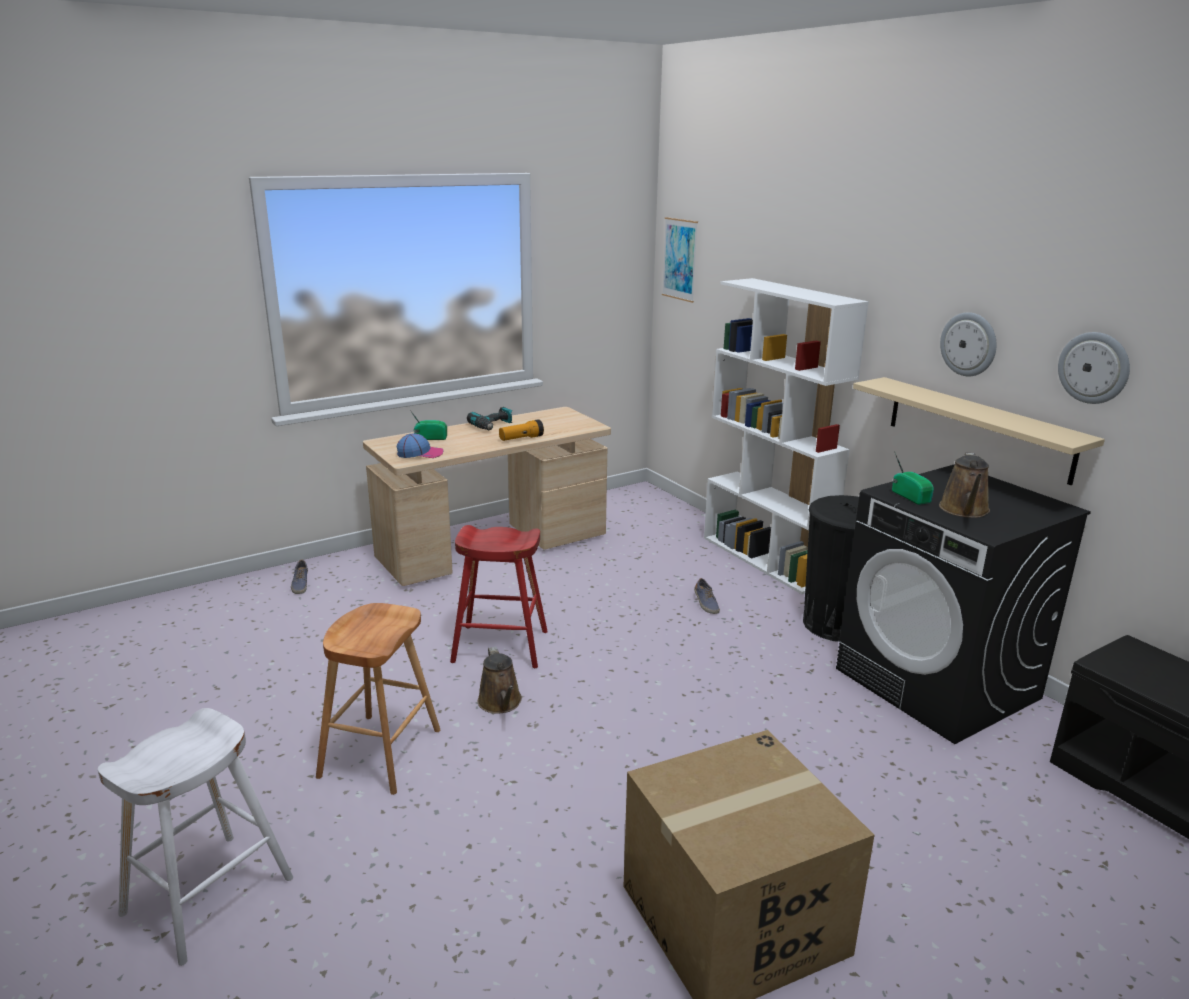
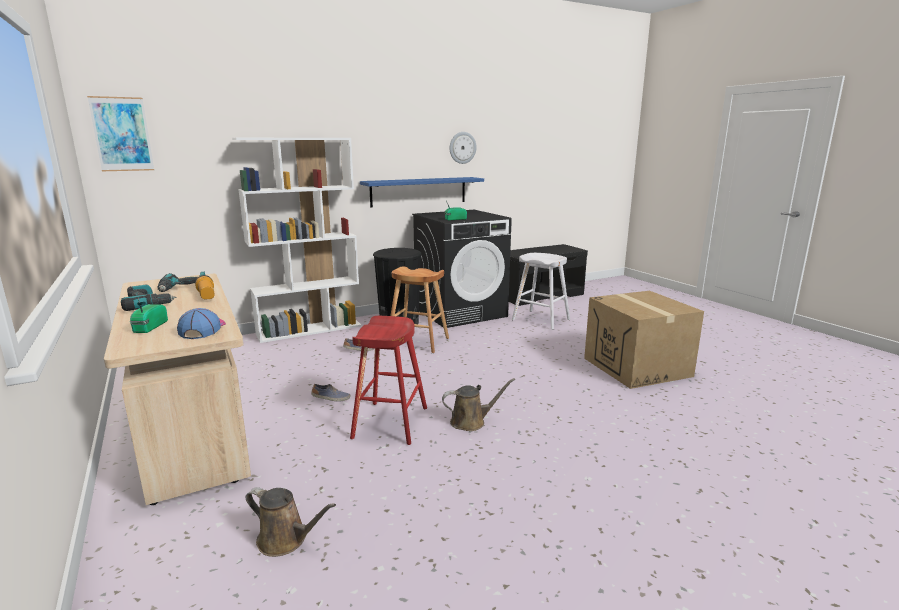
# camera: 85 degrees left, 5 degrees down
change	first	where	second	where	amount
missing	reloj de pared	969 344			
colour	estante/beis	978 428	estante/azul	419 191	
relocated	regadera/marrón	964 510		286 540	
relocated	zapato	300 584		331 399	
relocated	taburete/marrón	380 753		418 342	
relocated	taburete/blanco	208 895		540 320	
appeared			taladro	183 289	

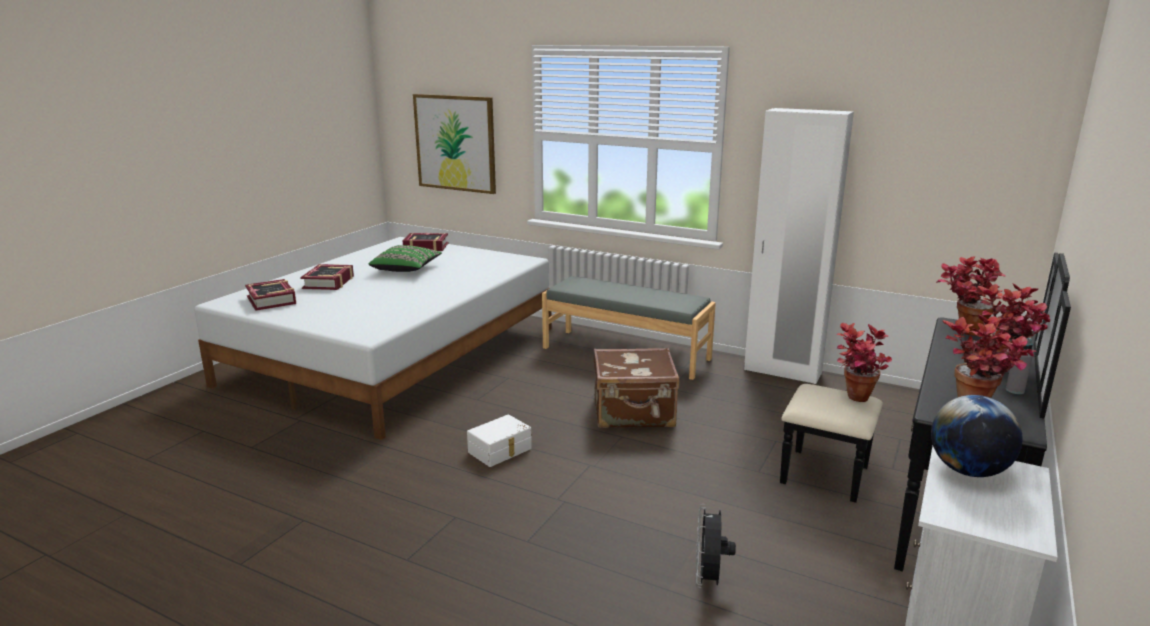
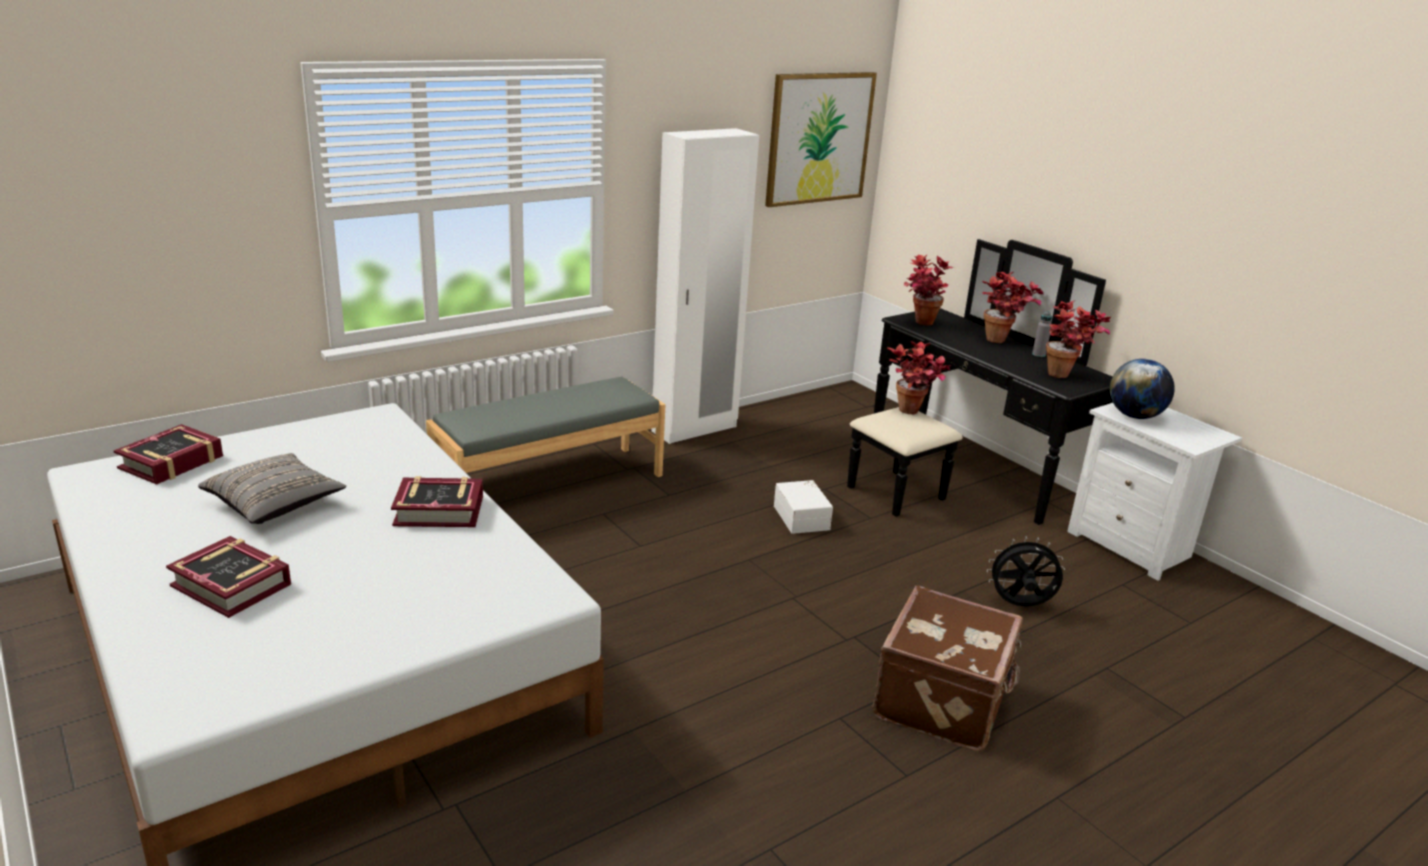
# camera: 65 degrees left, 5 degrees up
change	first	where	second	where	amount
relocated	cuadro	455 143		819 138	
colour	cojín/verde	406 269	cojín/gris	275 505	
relocated	libro	272 300		439 510	
relocated	maleta/marrón	634 413		944 701	
relocated	caja de almacenaje/blanco	501 451		802 517	
spun	ventilador/negro	708 580		1019 606	150 degrees clockwise

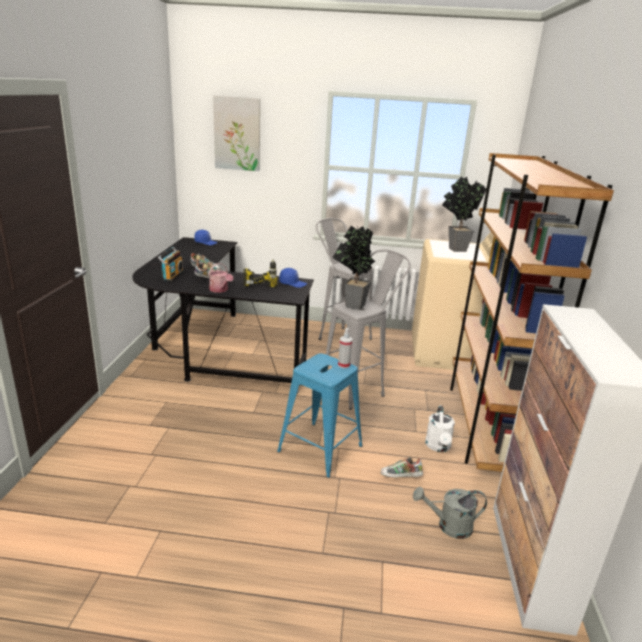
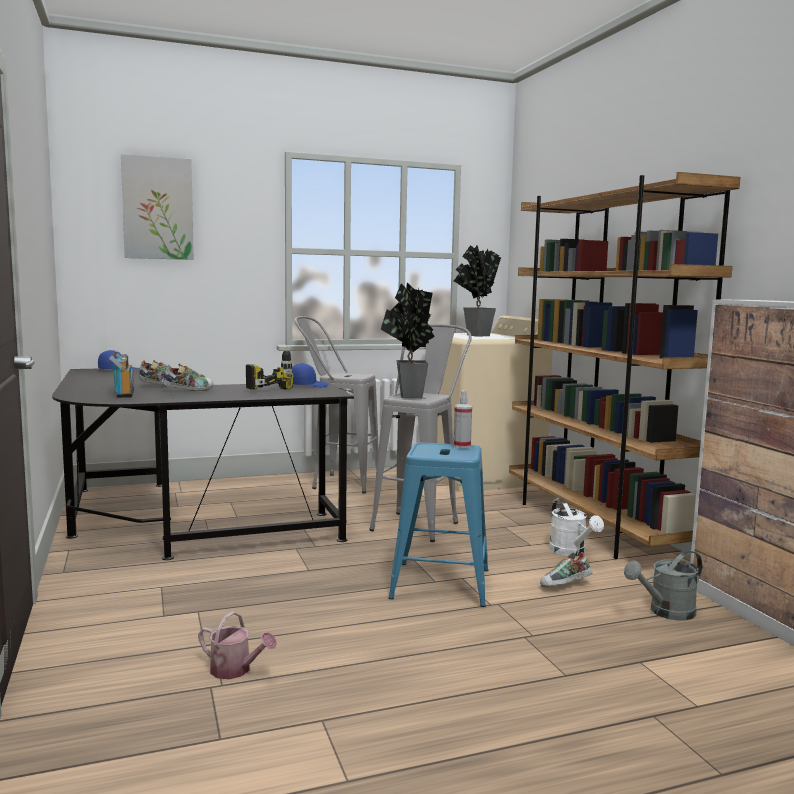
# camera: 25 degrees left, 15 degrees down
change	first	where	second	where	amount
relocated	regadera	220 290		235 670	

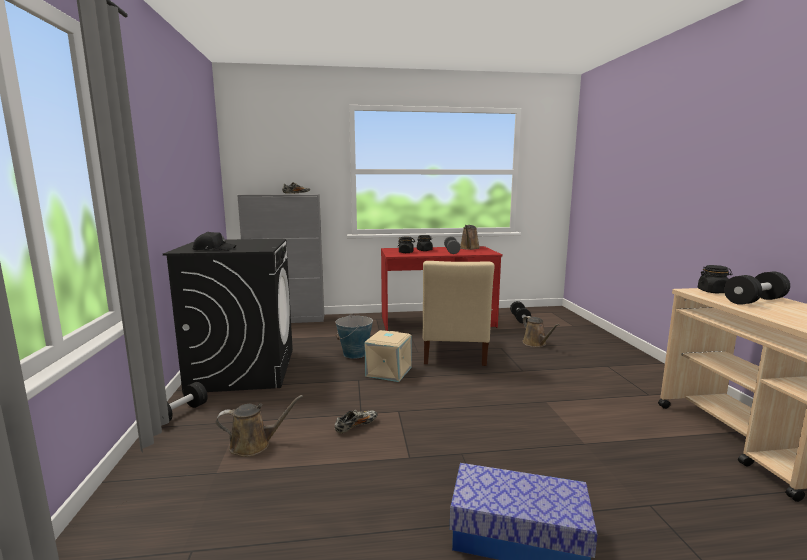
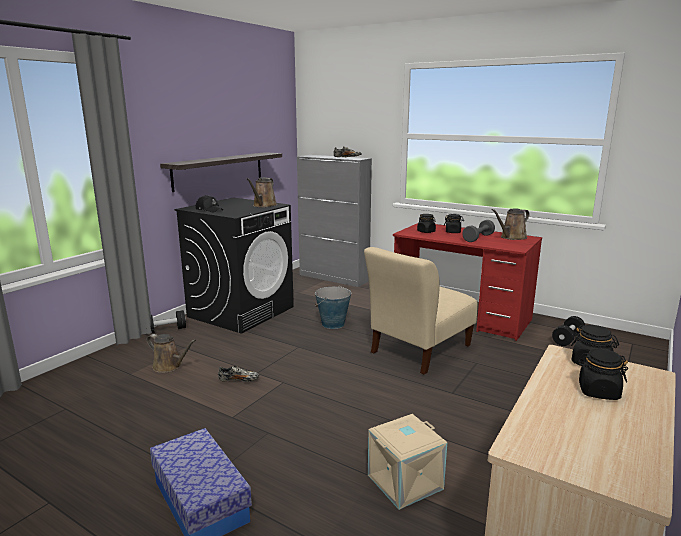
# camera: 40 degrees right, 5 degrees up
change	first	where	second	where	amount
exchanged	mancuerna/negro	754 301	tarro/negro	598 391	
relocated	regadera/marrón	536 344		263 205	
relocated	caja de almacenaje/beis	389 372		405 483	
appeared			estante	219 170	

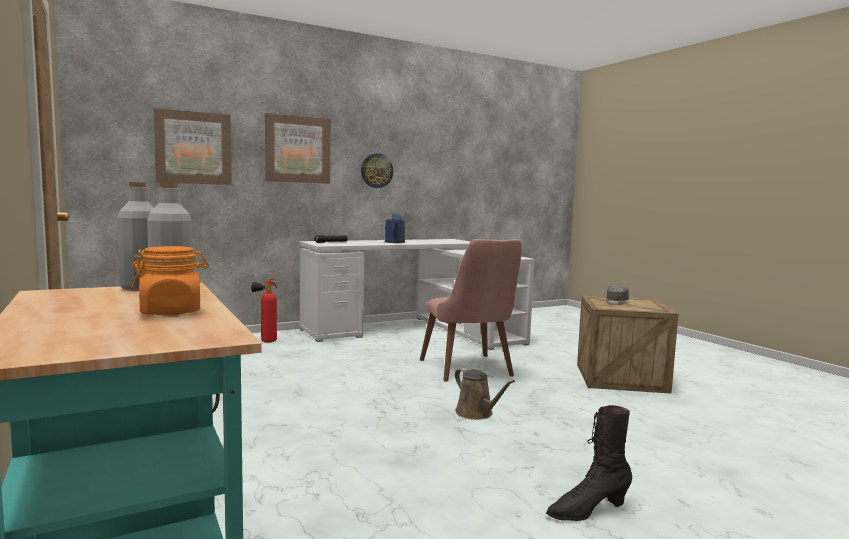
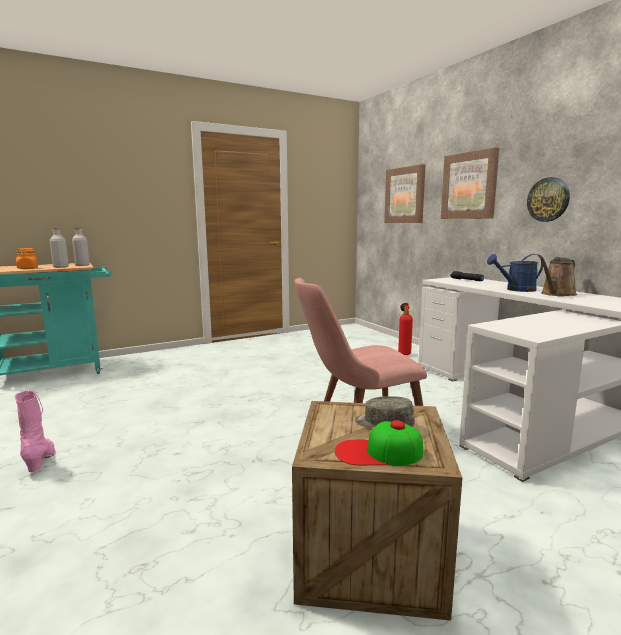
# camera: 90 degrees right, 5 degrees up
change	first	where	second	where	amount
relocated	regadera/marrón	476 413		556 294	
colour	bota/negro	587 511	bota/rosa	41 460	
appeared			gorra	378 452	

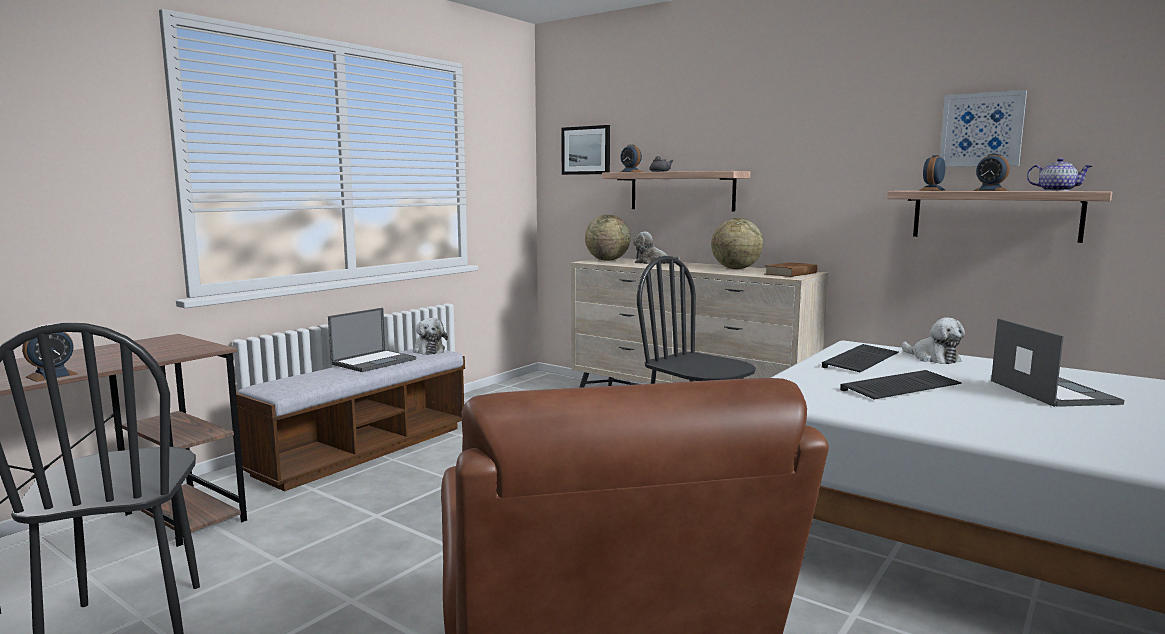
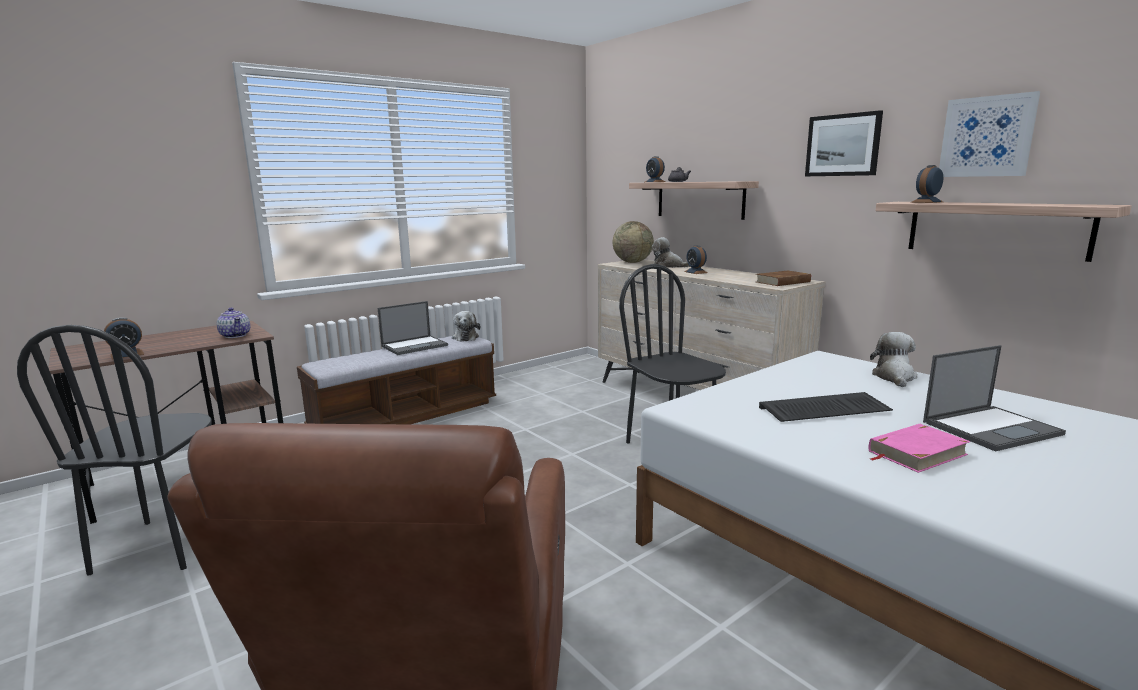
# camera: 15 degrees right, 5 degrees up
change	first	where	second	where	amount
relocated	cuadro	586 150		843 145	
relocated	despertador	990 190		695 272	
relocated	tetera	1056 190		235 335	
missing	globo terráqueo	735 268			
spun	peluche	932 358		894 377	150 degrees counterclockwise
spun	portátil	1051 392		991 428	60 degrees clockwise
missing	teclado	861 361			
appeared			libro/rosa	916 453	

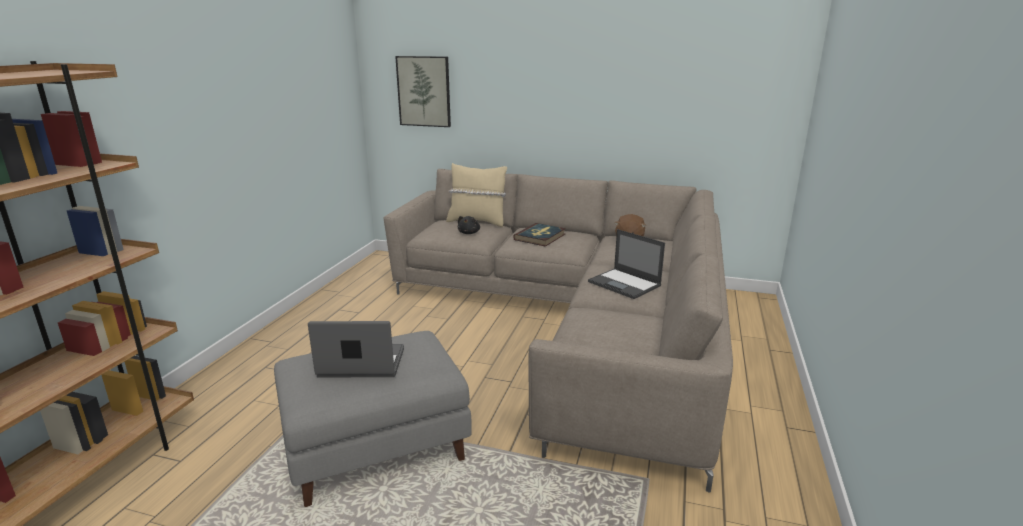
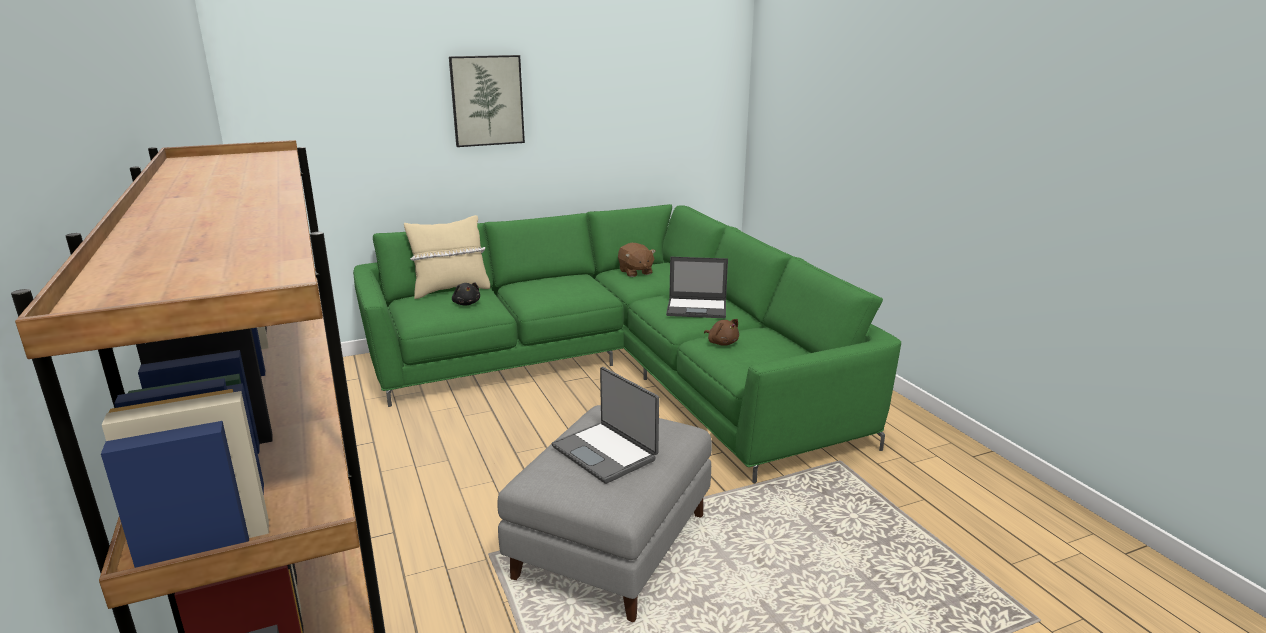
# camera: 40 degrees left, 0 degrees up
change	first	where	second	where	amount
relocated	cuadro	424 91		487 100	
colour	sofá/beis	576 323	sofá/verde	621 369	
missing	libro	540 237			
spun	portátil	361 364		606 452	90 degrees counterclockwise
appeared			peluche/marrón	722 343	

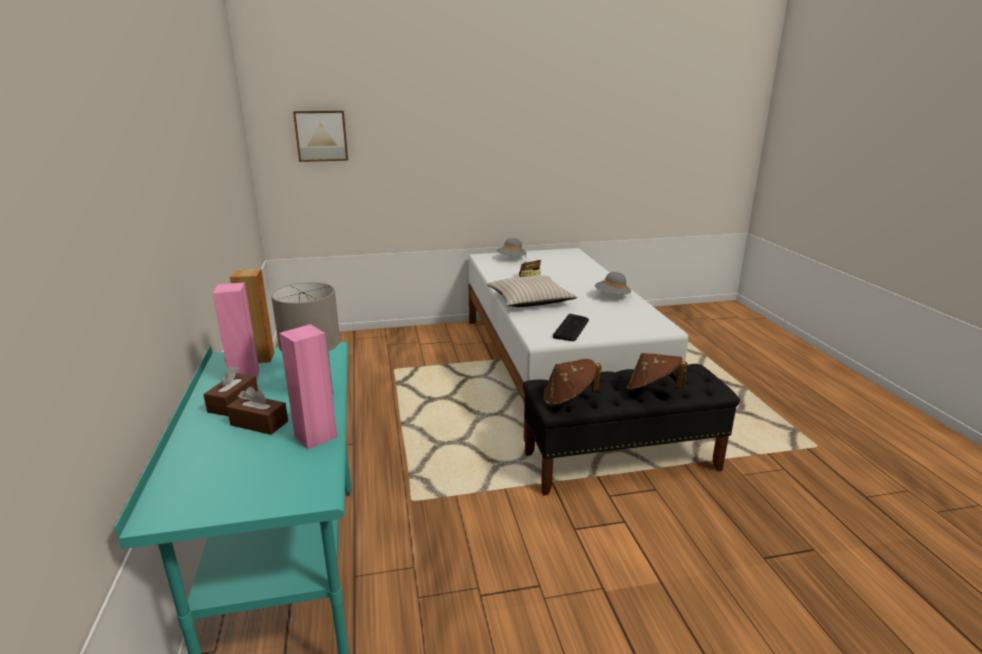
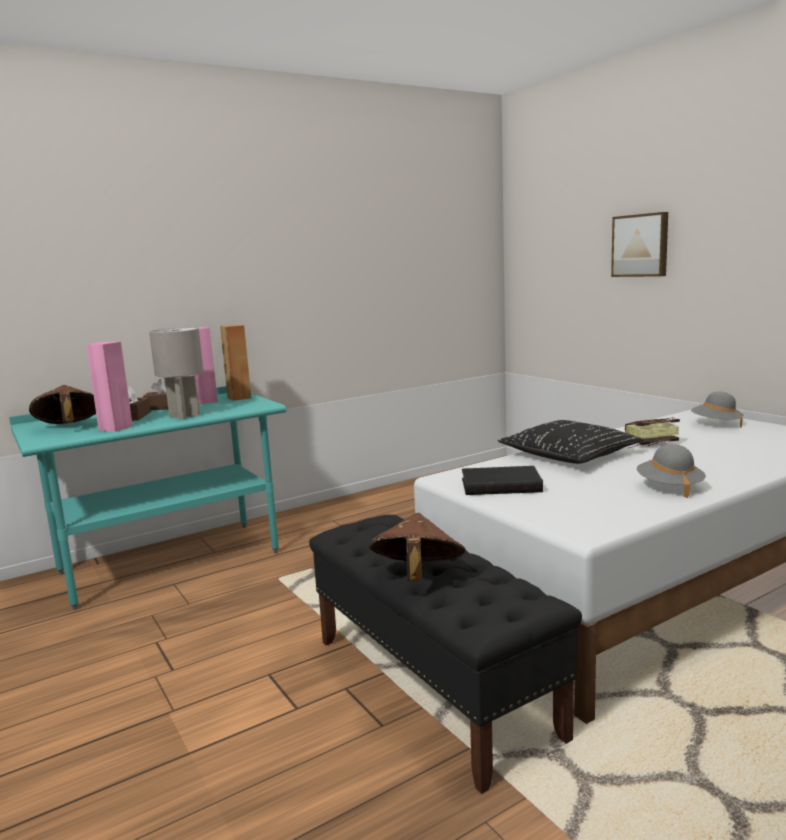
# camera: 70 degrees right, 10 degrees down
change	first	where	second	where	amount
relocated	cuadro	321 135		641 245	
colour	cojín/beis	529 300	cojín/negro	569 455	
exchanged	teclado	571 328	libro/negro	501 485	
relocated	sombrero/marrón	569 399		69 427	

